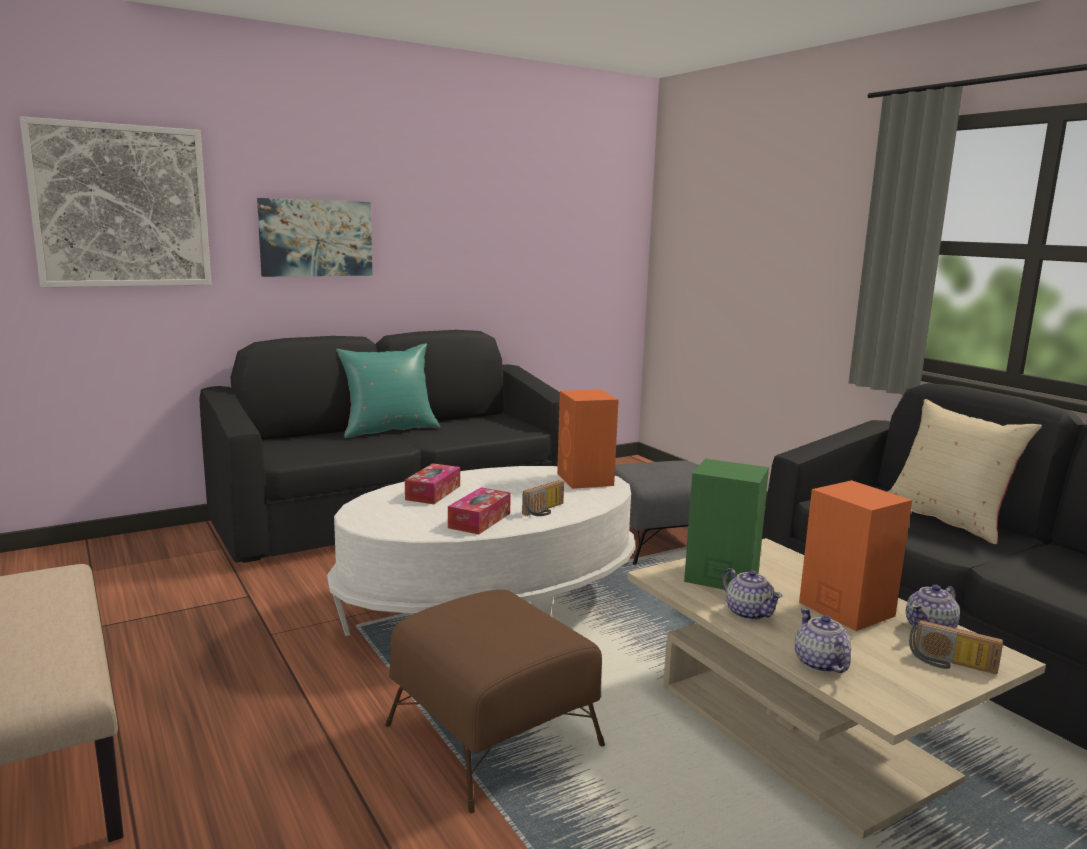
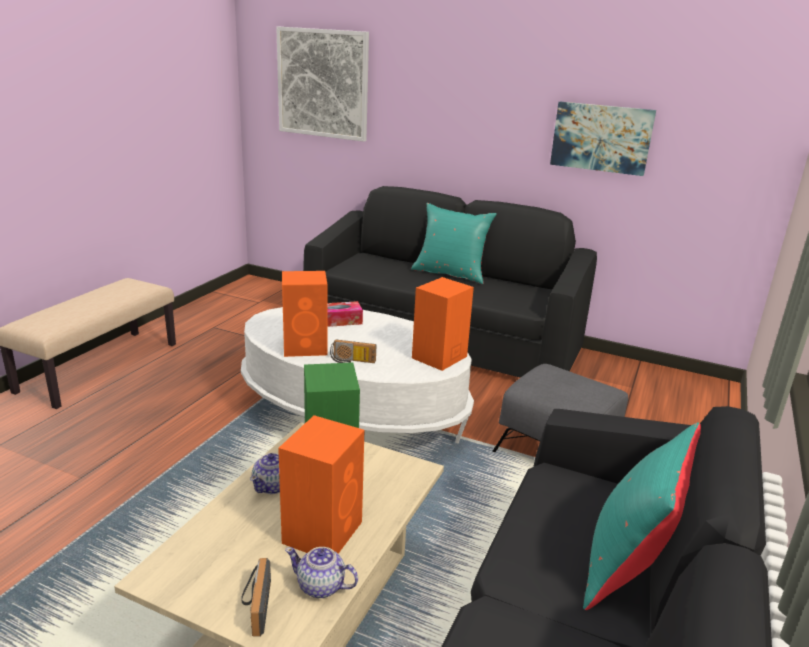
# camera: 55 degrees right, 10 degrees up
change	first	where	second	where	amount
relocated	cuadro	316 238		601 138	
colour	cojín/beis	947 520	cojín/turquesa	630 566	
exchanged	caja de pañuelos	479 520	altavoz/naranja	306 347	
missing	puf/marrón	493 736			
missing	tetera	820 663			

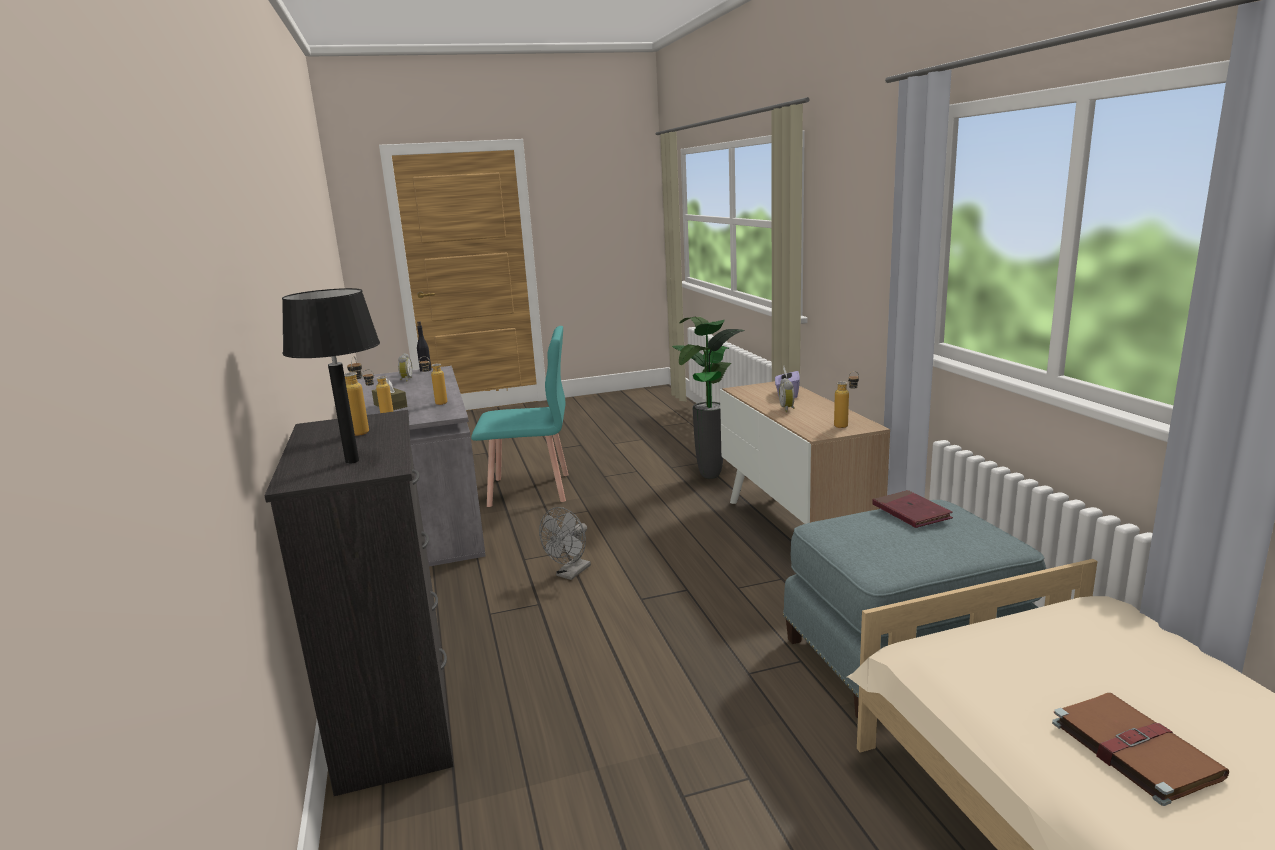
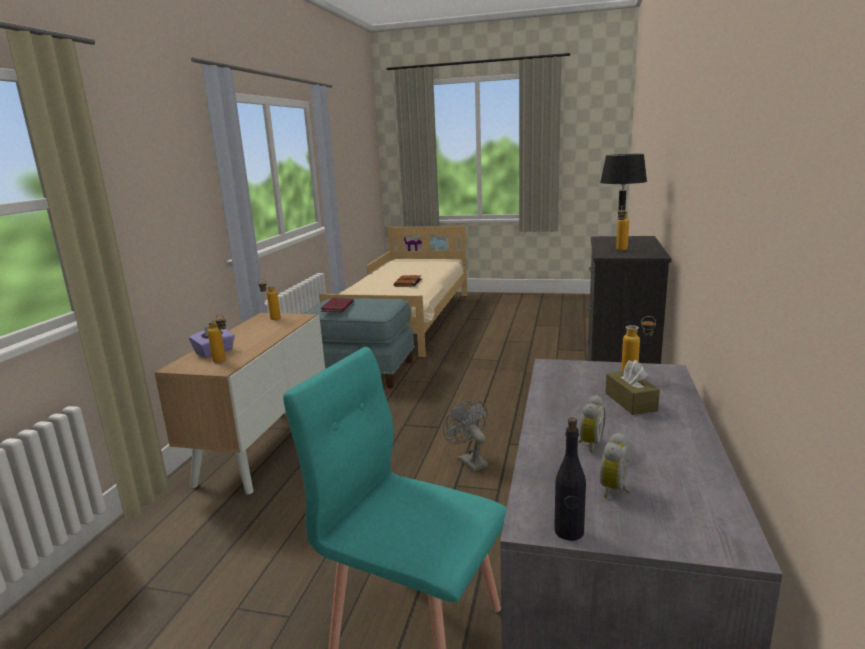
# camera: 150 degrees left, 0 degrees up
change	first	where	second	where	amount
missing	planta en maceta	710 477			
relocated	botella	436 403		223 361	
relocated	despertador	788 409		589 444	
spun	ventilador/gris	570 574		469 460	90 degrees counterclockwise

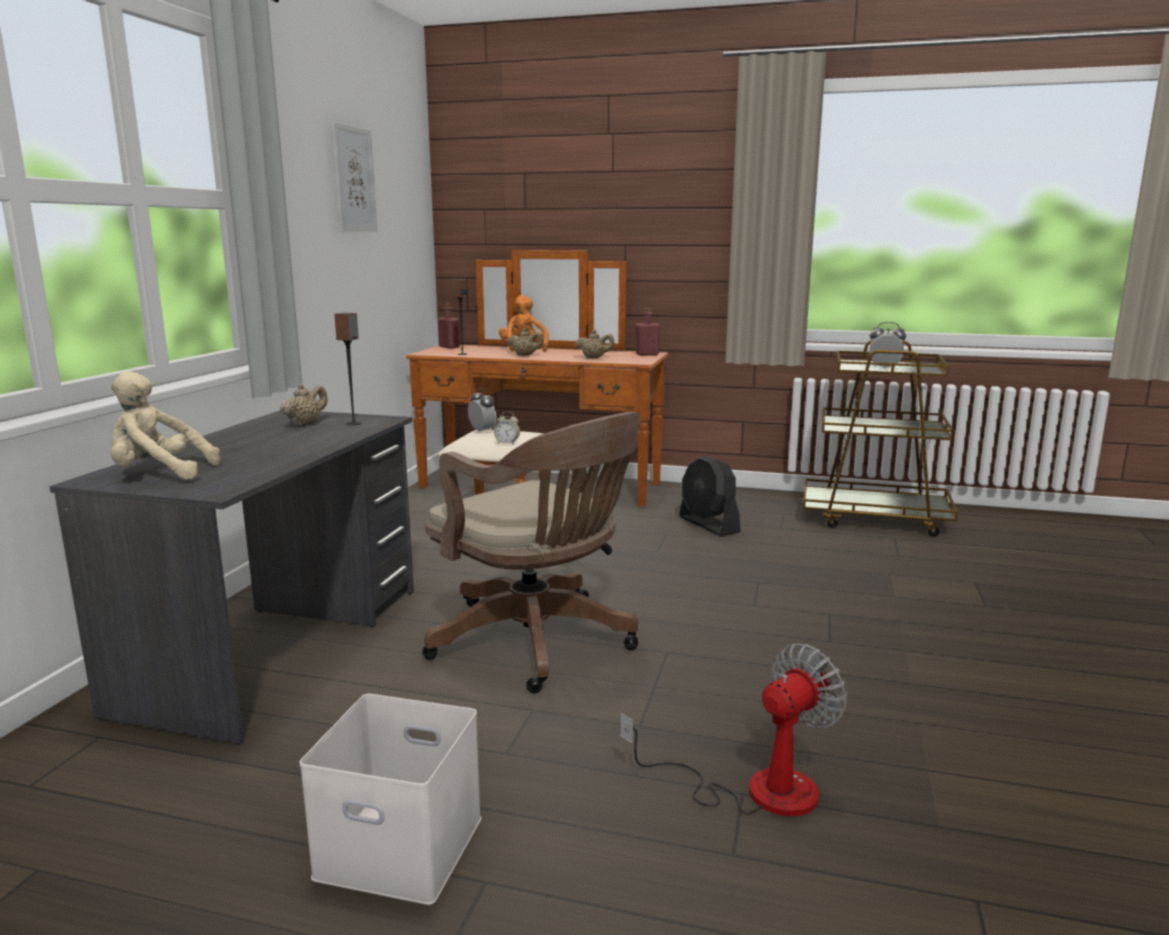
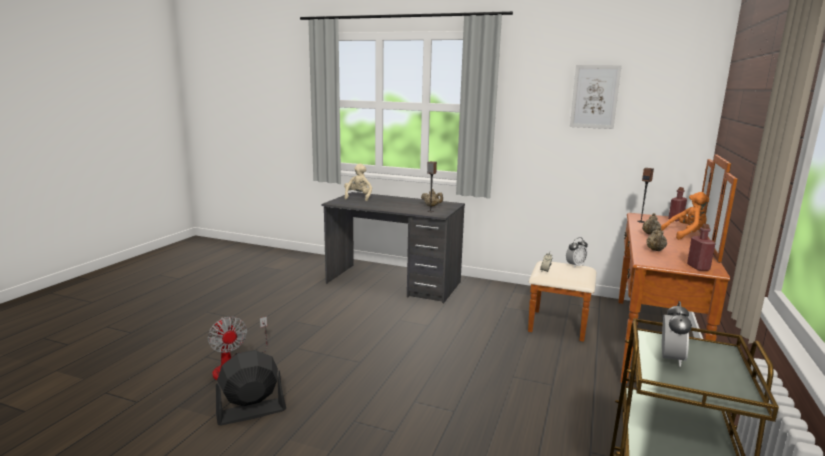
# camera: 95 degrees right, 0 degrees up
change	first	where	second	where	amount
missing	silla de oficina/marrón	538 643			
relocated	ventilador/negro	708 524		251 411	
missing	caja de almacenaje/blanco	396 848			

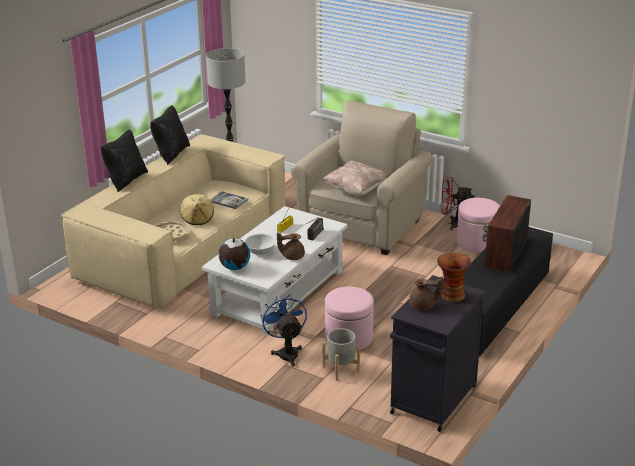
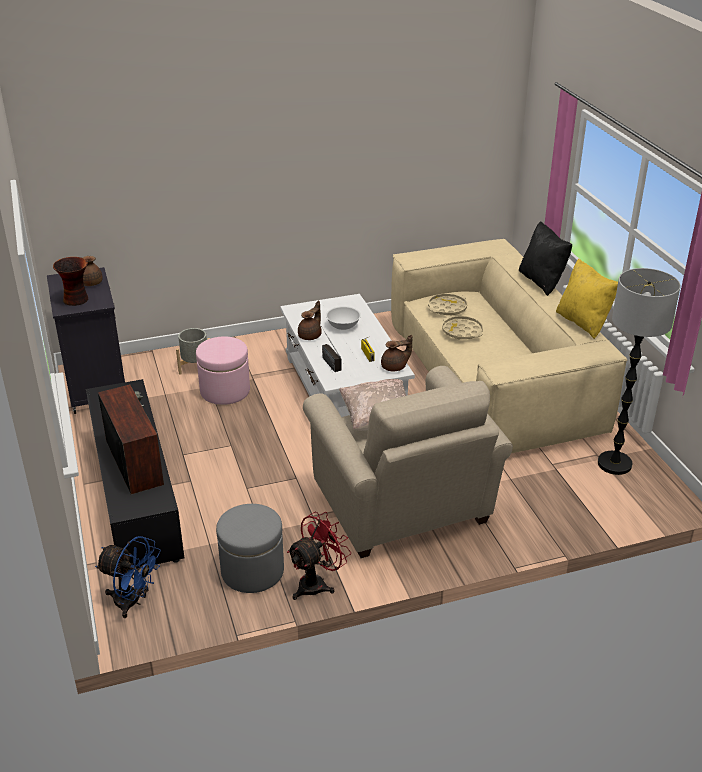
# camera: 130 degrees right, 5 degrees up
change	first	where	second	where	amount
colour	cojín/negro	171 154	cojín/amarillo	583 322	
missing	libro	228 201			
exchanged	sombrero/beis	197 219	bandeja/beis	462 331	
colour	puf/rosa	477 243	puf/gris	252 571	
missing	globo terráqueo	234 267			
relocated	ventilador/azul	286 352		133 602	
appeared			tetera/marrón	395 367	

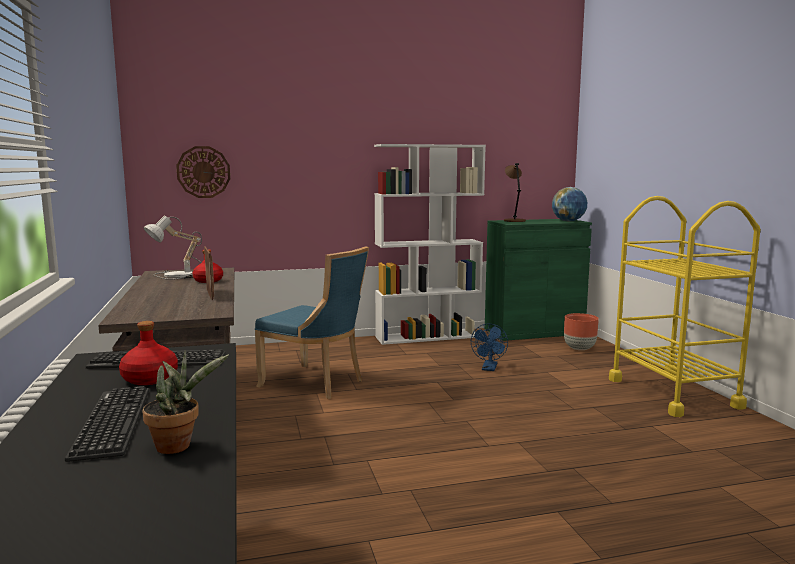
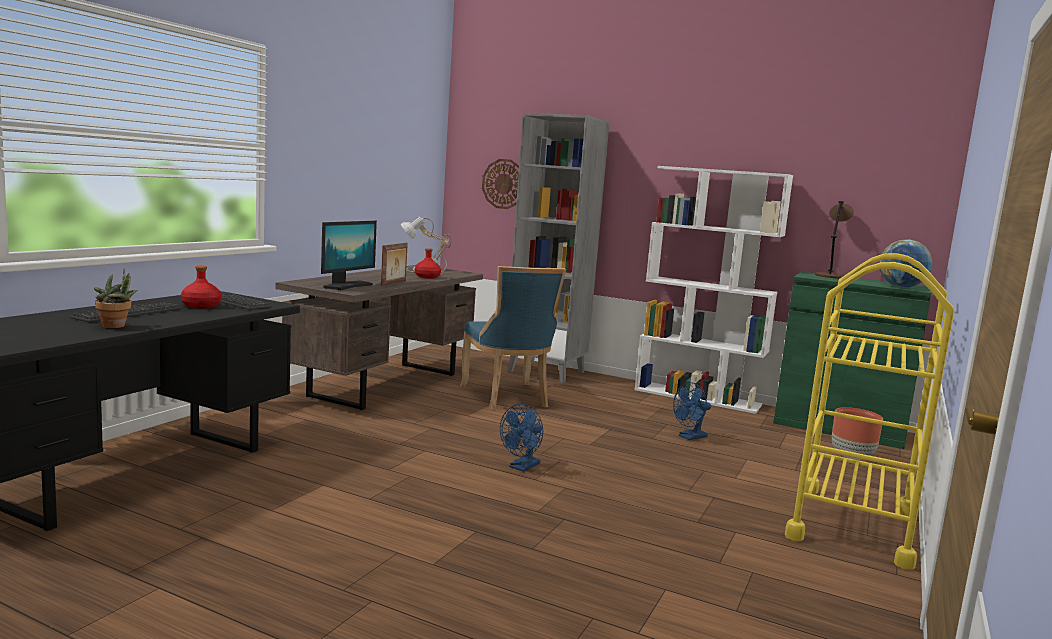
# camera: 40 degrees right, 0 degrees up
change	first	where	second	where	amount
appeared			estantería/gris	547 372	
appeared			monitor	347 286	
appeared			ventilador/azul	522 467	

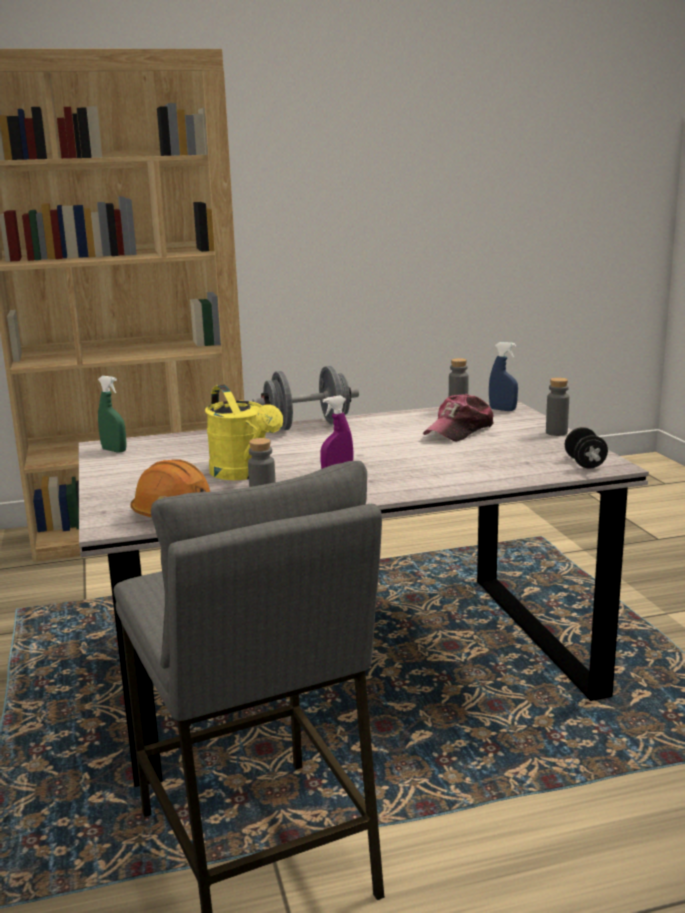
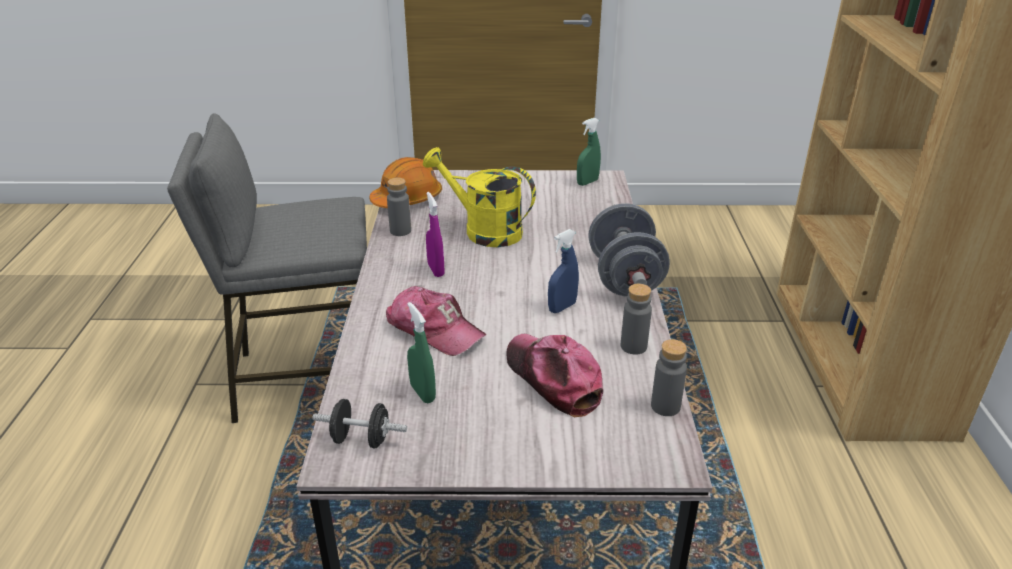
# camera: 105 degrees right, 15 degrees up
change	first	where	second	where	amount
relocated	pulverizador/azul	502 409		562 307	
relocated	botella/gris	556 433		633 346	
spun	regadera/amarillo	245 473		483 230	45 degrees clockwise
appeared			gorra	434 329	
appeared			pulverizador/verde	422 393	

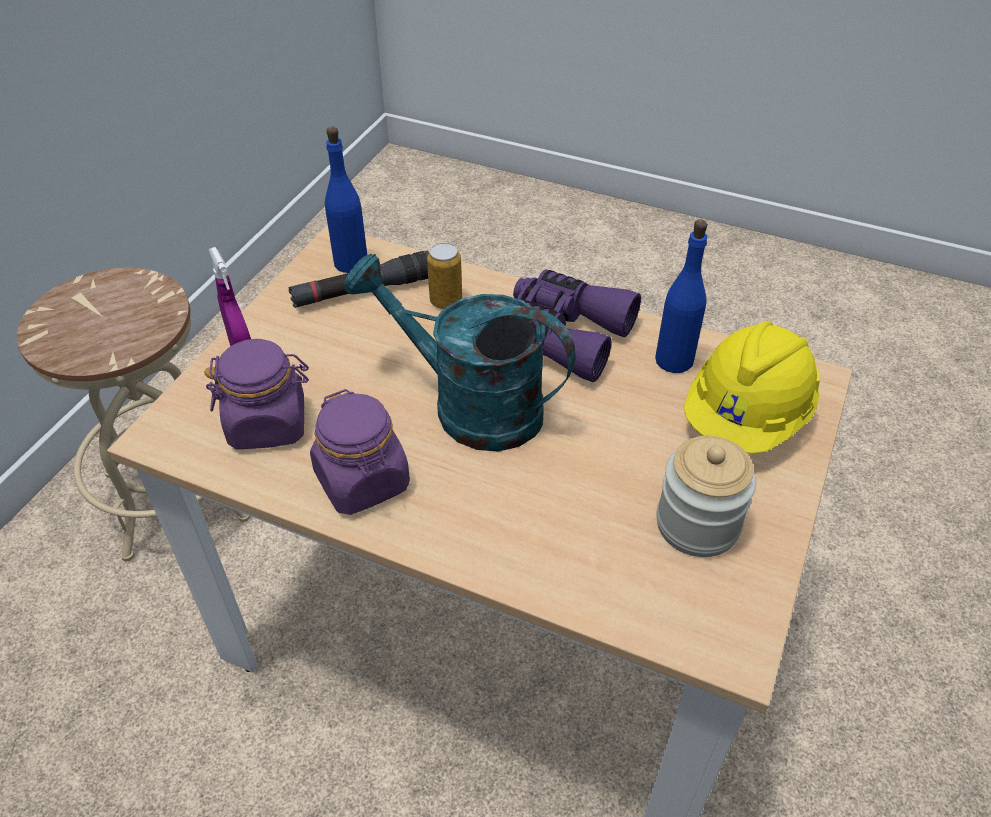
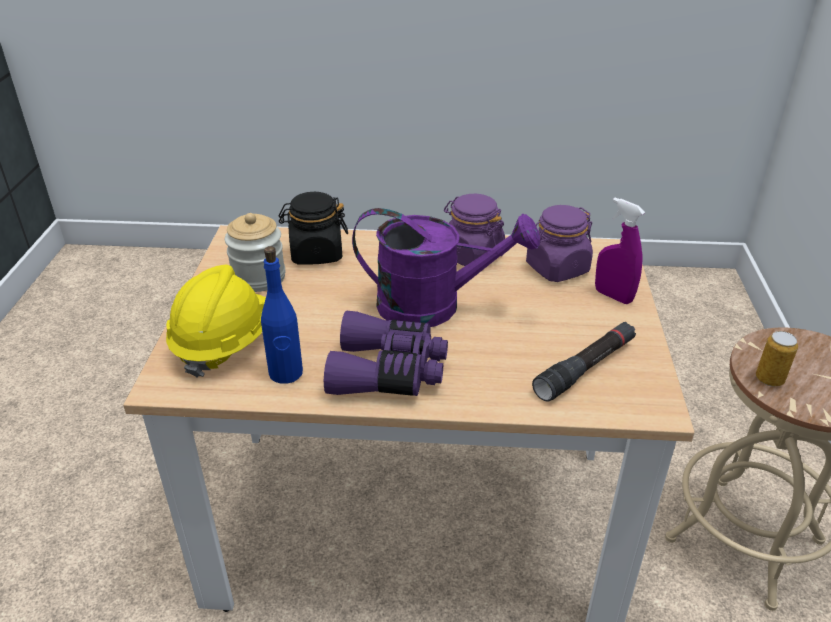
# camera: 160 degrees right, 10 degrees down
change	first	where	second	where	amount
missing	botella/azul	350 262			
relocated	lata	446 301		769 379	
colour	regadera/turquesa	469 405	regadera/morado	434 306	
appeared			tarro/negro	316 253	

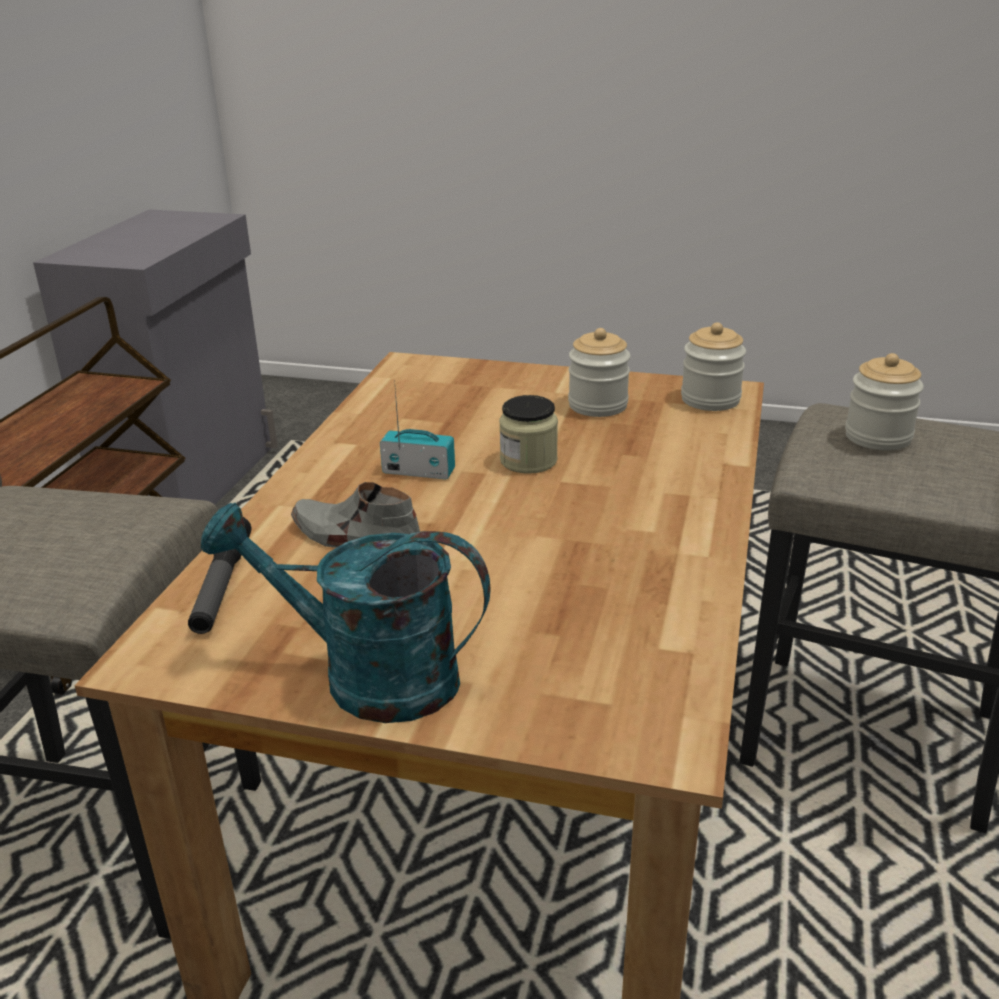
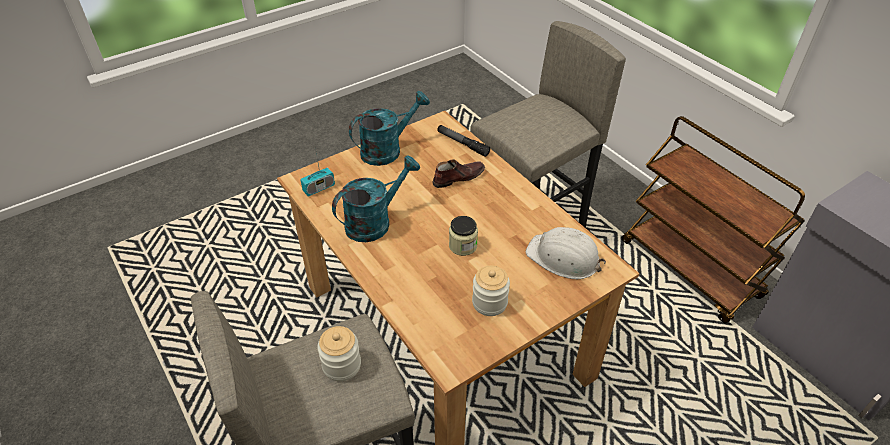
# camera: 130 degrees right, 15 degrees up
change	first	where	second	where	amount
missing	tarro	710 399			
relocated	radio	418 472		319 188	
colour	zapato/gris	355 538	zapato/marrón	458 177	
appeared			regadera/turquesa	375 222	
appeared			casco/blanco	563 258	

